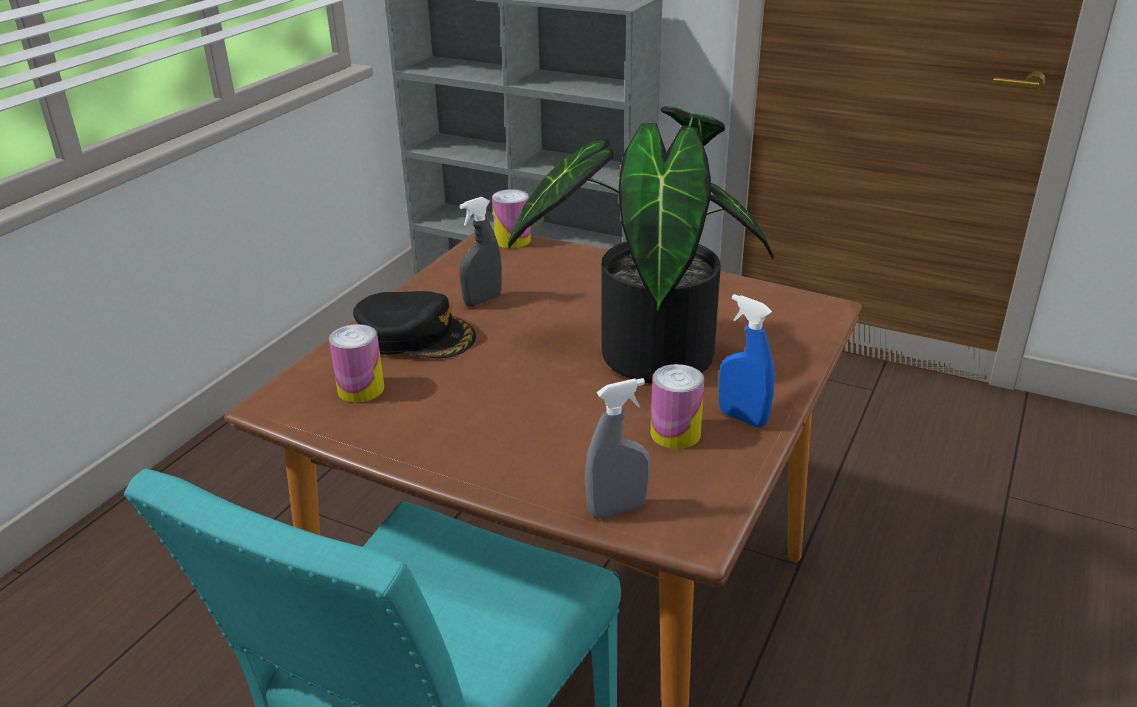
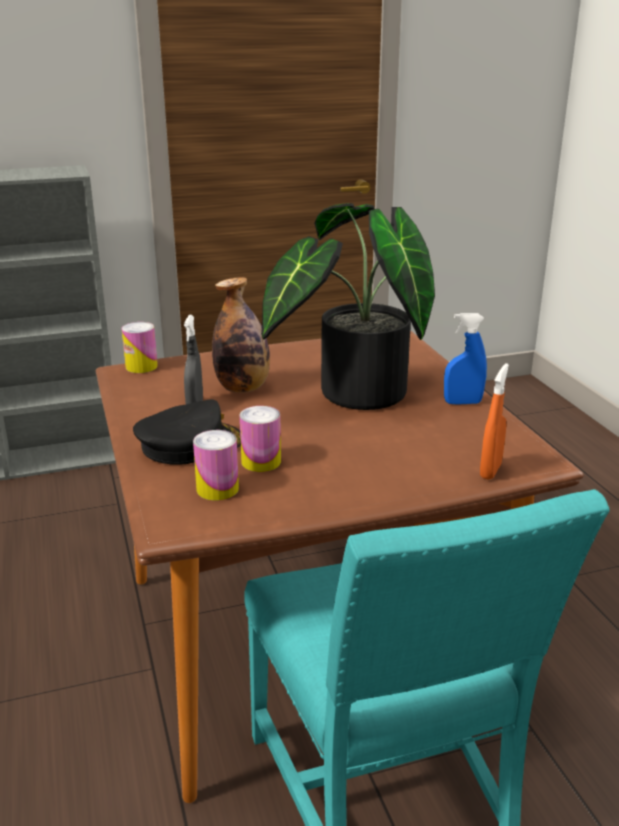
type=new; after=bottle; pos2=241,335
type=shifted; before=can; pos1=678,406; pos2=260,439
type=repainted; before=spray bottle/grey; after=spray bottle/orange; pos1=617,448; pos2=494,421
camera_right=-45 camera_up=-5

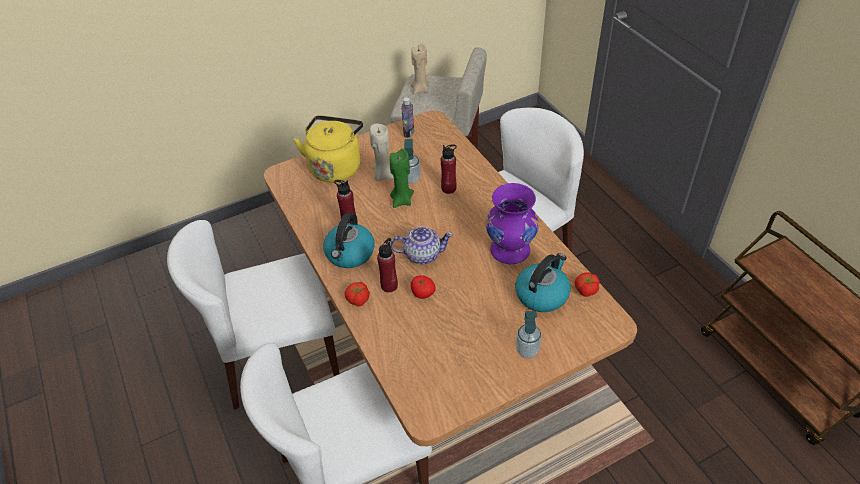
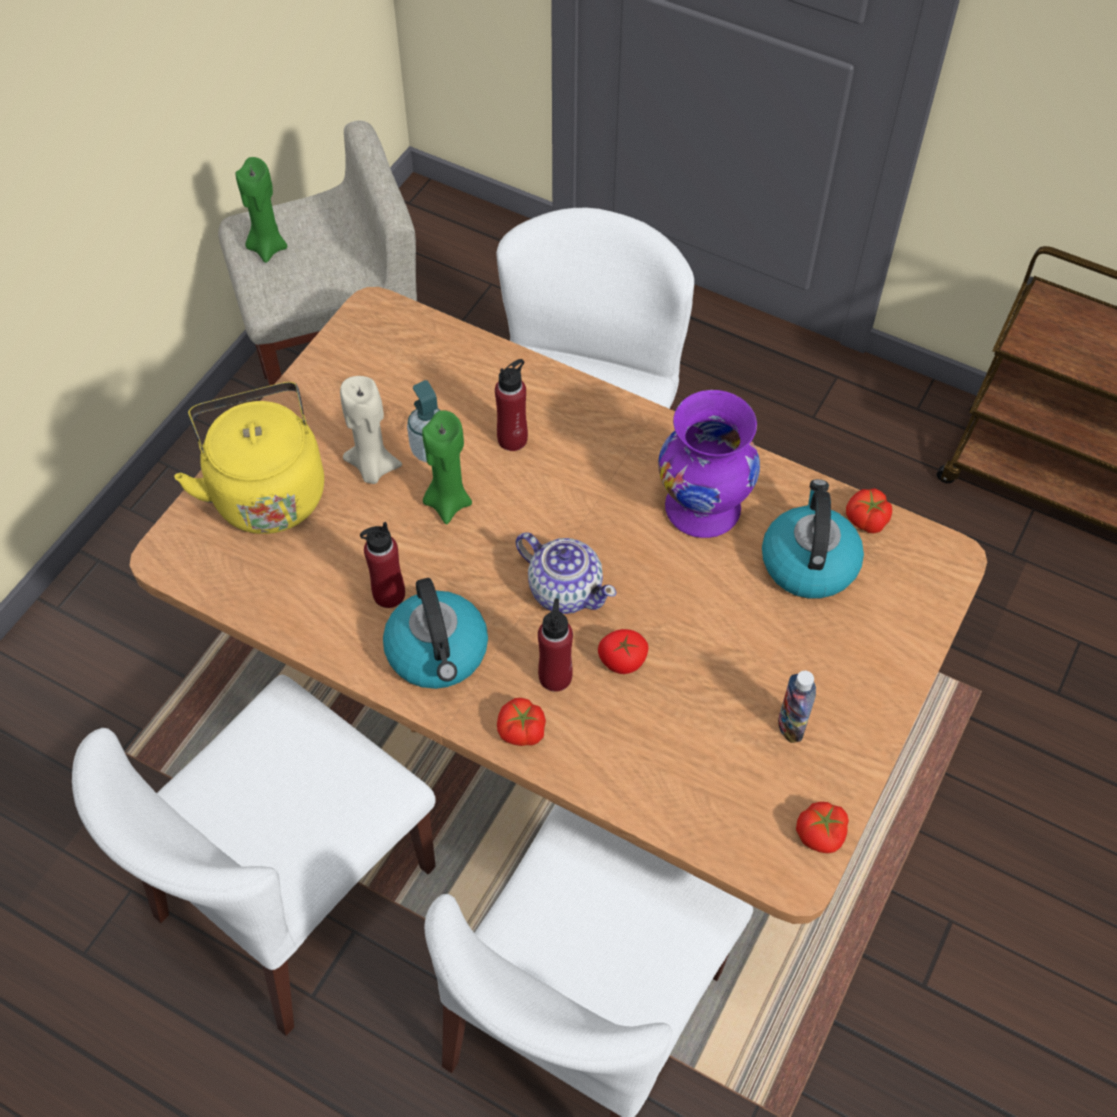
type=repainted; before=candle/beige; after=candle/green; pos1=420,68; pos2=261,210
type=rotated; before=teapot; pos1=421,245; pos2=566,573; turn=75
type=shifted; before=bottle; pos1=407,117; pos2=797,707
type=new; after=tomato; pos2=822,827
type=gone; before=soap dispenser; pos1=529,334
camera_right=-35 camera_up=10

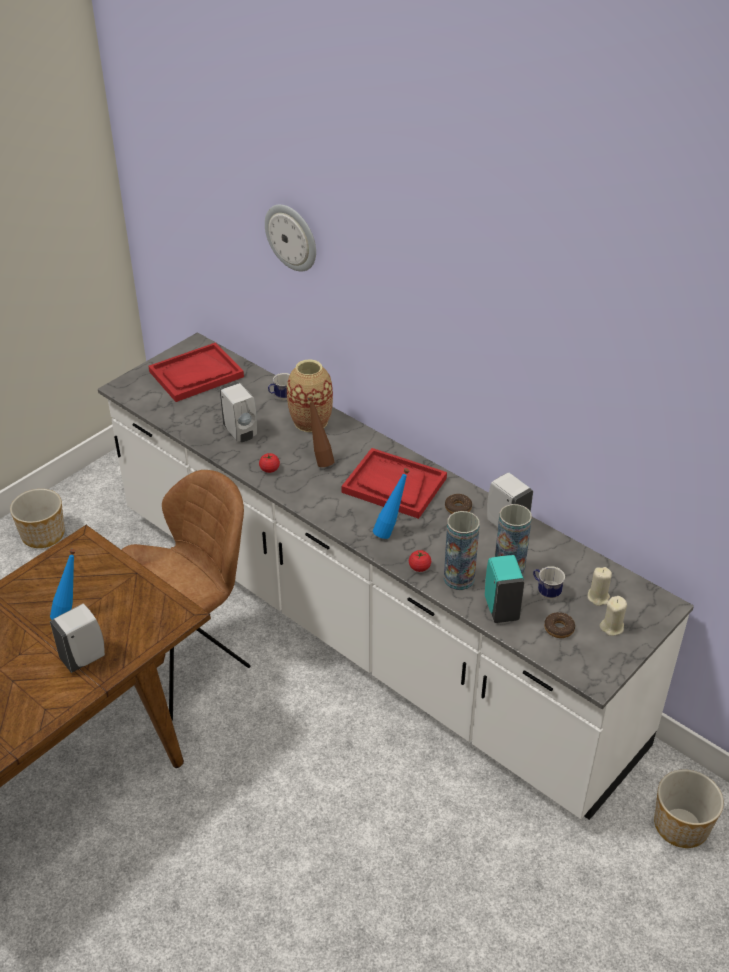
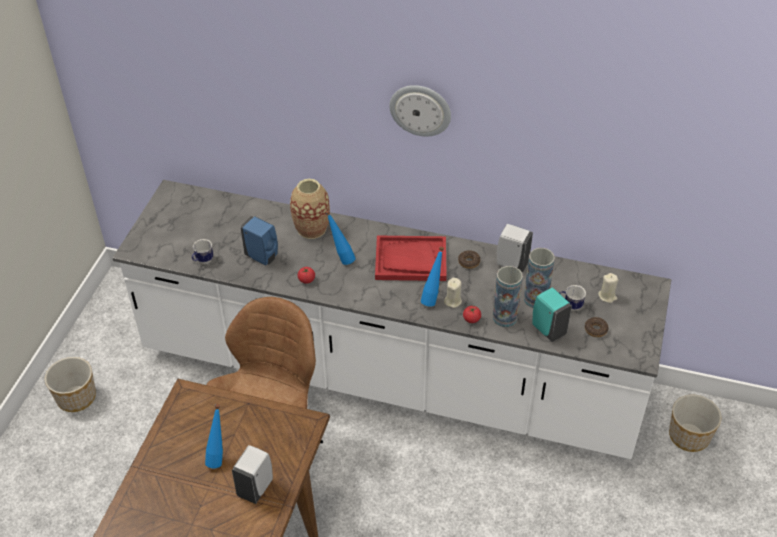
type=shifted; before=mug; pos1=279,386; pos2=202,251
type=repainted; before=soap dispenser/white; after=soap dispenser/blue; pos1=238,412; pos2=259,240
type=repainted; before=bottle/brown; after=bottle/blue; pos1=321,431; pos2=340,237
type=shifted; before=wall clock; pos1=290,238; pos2=420,111
type=shifted; before=candle/beige; pos1=613,616; pos2=453,293
type=gone; before=tray/red; pos1=196,372
camera_right=-25 camera_up=5

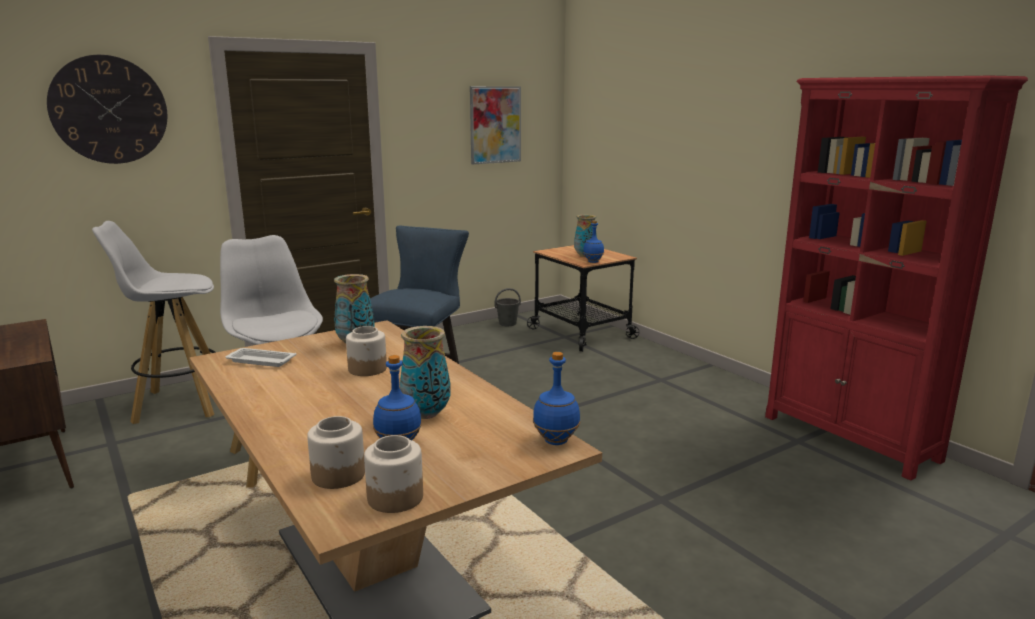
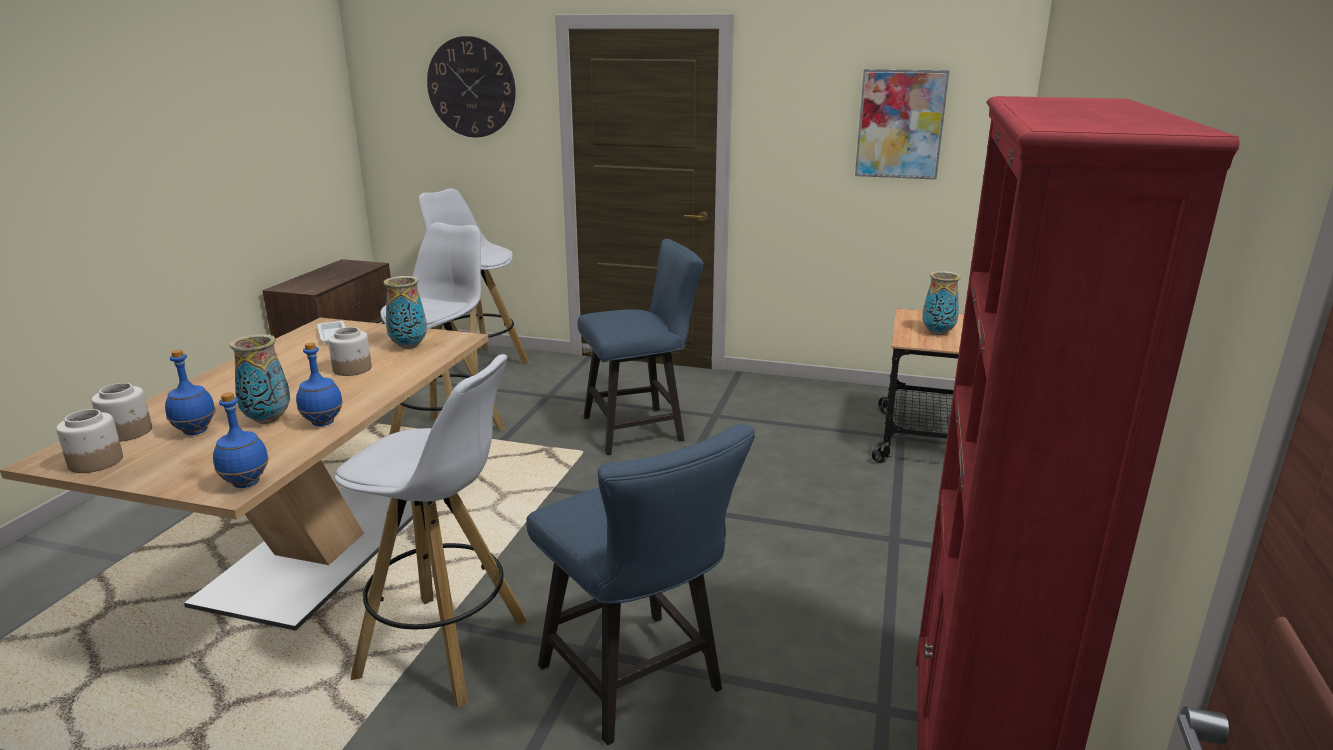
type=shifted; before=bottle/blue; pos1=593,241; pos2=319,384
type=new; after=stool/white; pos2=430,531
type=new; after=chair/blue; pos2=640,584
type=gone; before=bucket/grey; pos1=507,307
camera_right=50 camera_up=5

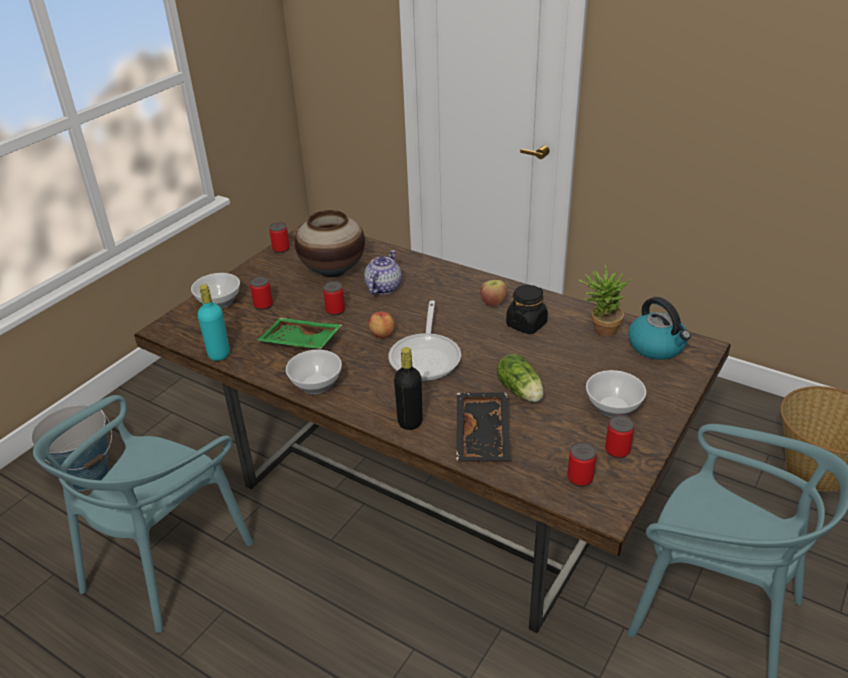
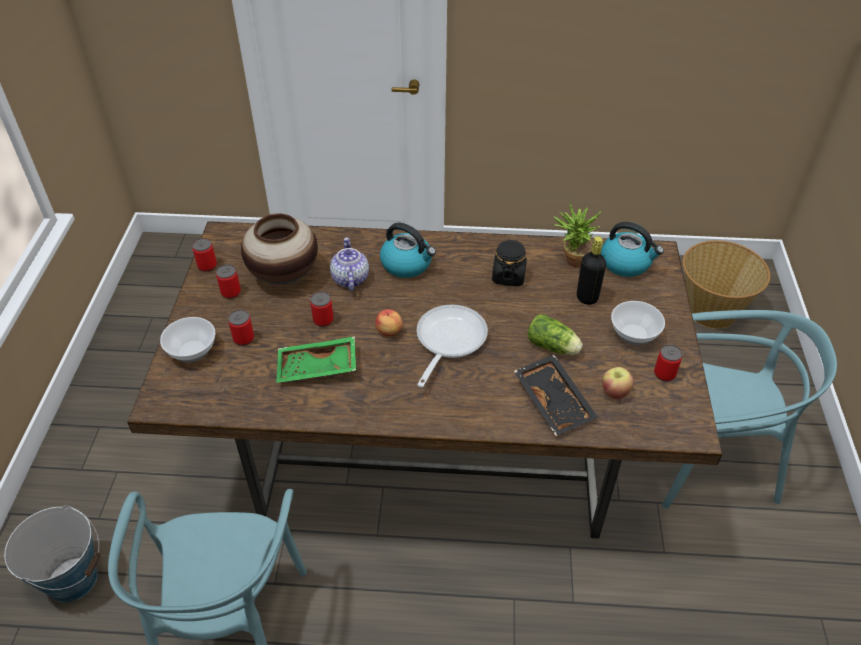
type=shifted; before=can; pos1=581,464; pos2=228,281
type=new; after=kettle; pos2=408,250
type=rotated; before=frying pan; pos1=424,340; pos2=452,346; turn=-135
type=shifted; before=bottle/black; pos1=408,388; pos2=591,270
type=shifted; before=apple; pos1=493,293; pos2=618,383
type=gone; before=bottle/turquoise; pos1=214,322
type=gone; before=bowl; pos1=314,372
camera_right=-30 camera_up=10

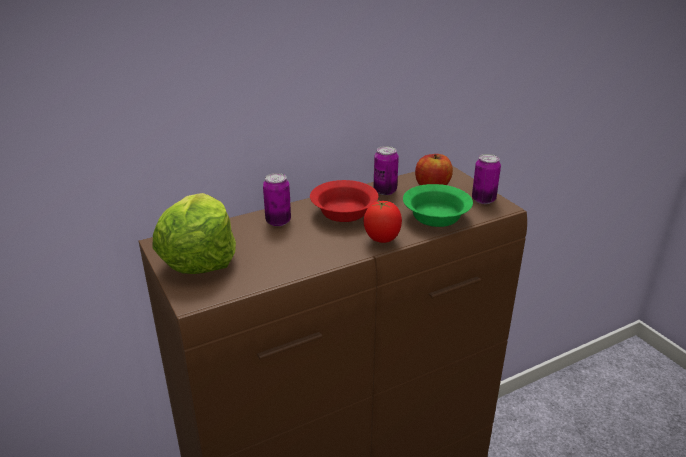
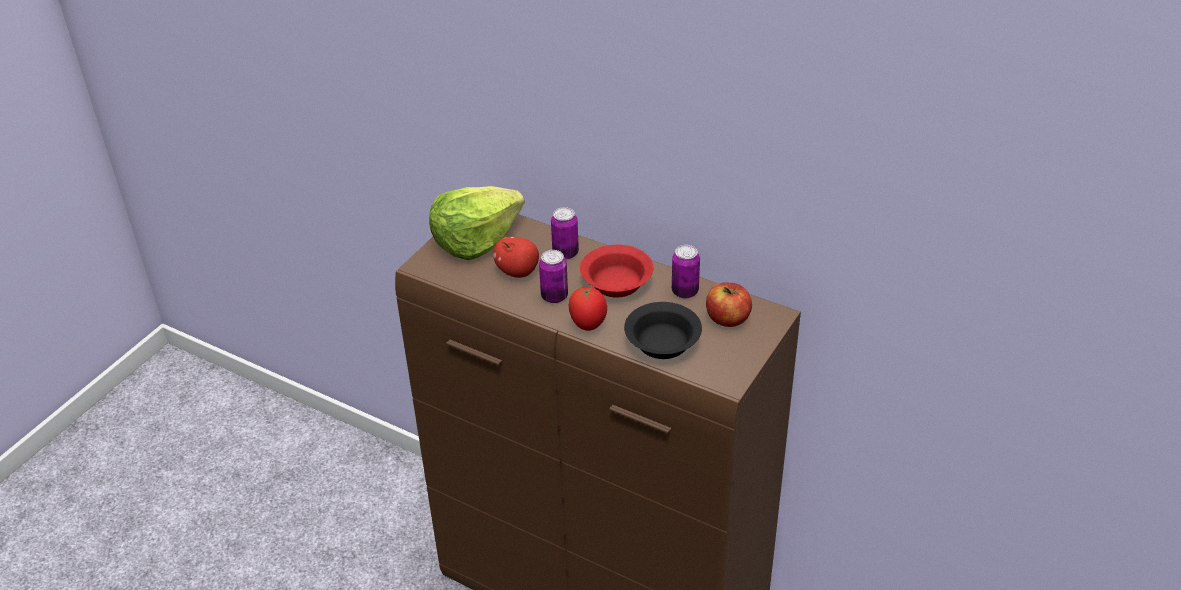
type=new; after=apple; pos2=516,257
type=shifted; before=can; pos1=486,179; pos2=553,276
type=repainted; before=bowl/green; after=bowl/black; pos1=438,205; pos2=663,330
camera_right=60 camera_up=10

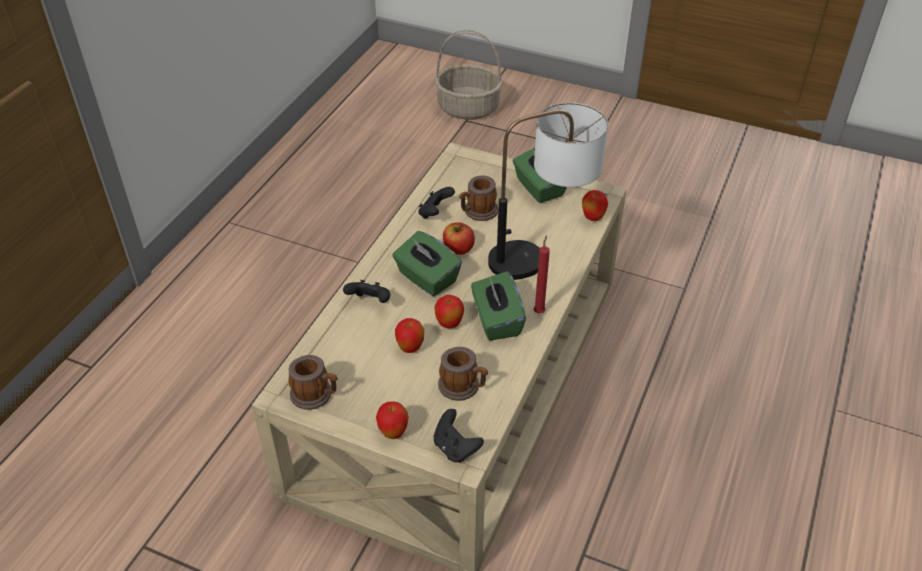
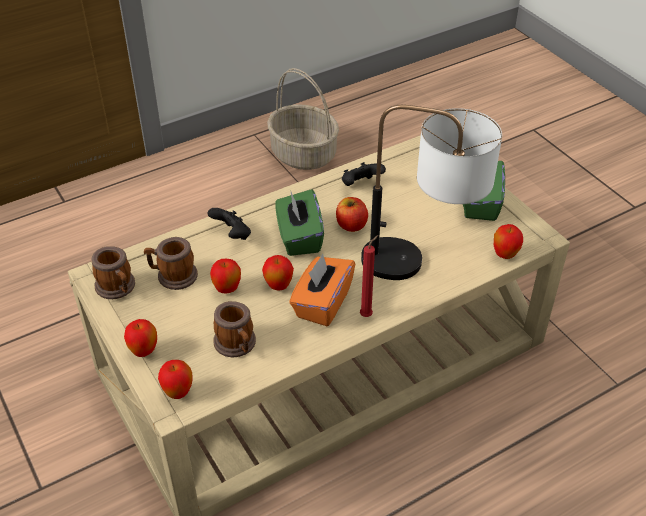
type=shifted; before=mug; pos1=478,198; pos2=171,263
type=swapped; before=game controller/black; after=apple; pos1=459,436; pos2=175,379
type=shifted; before=basket; pos1=469,75; pos2=303,119
type=repainted; before=tissue box/green; after=tissue box/orange; pos1=498,305; pos2=322,290
camera_right=35 camera_up=0

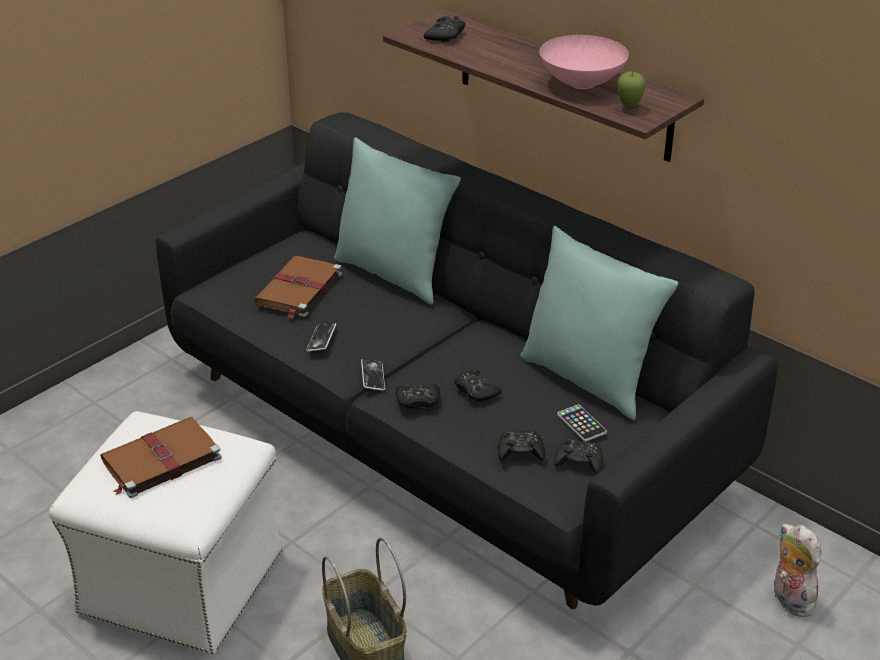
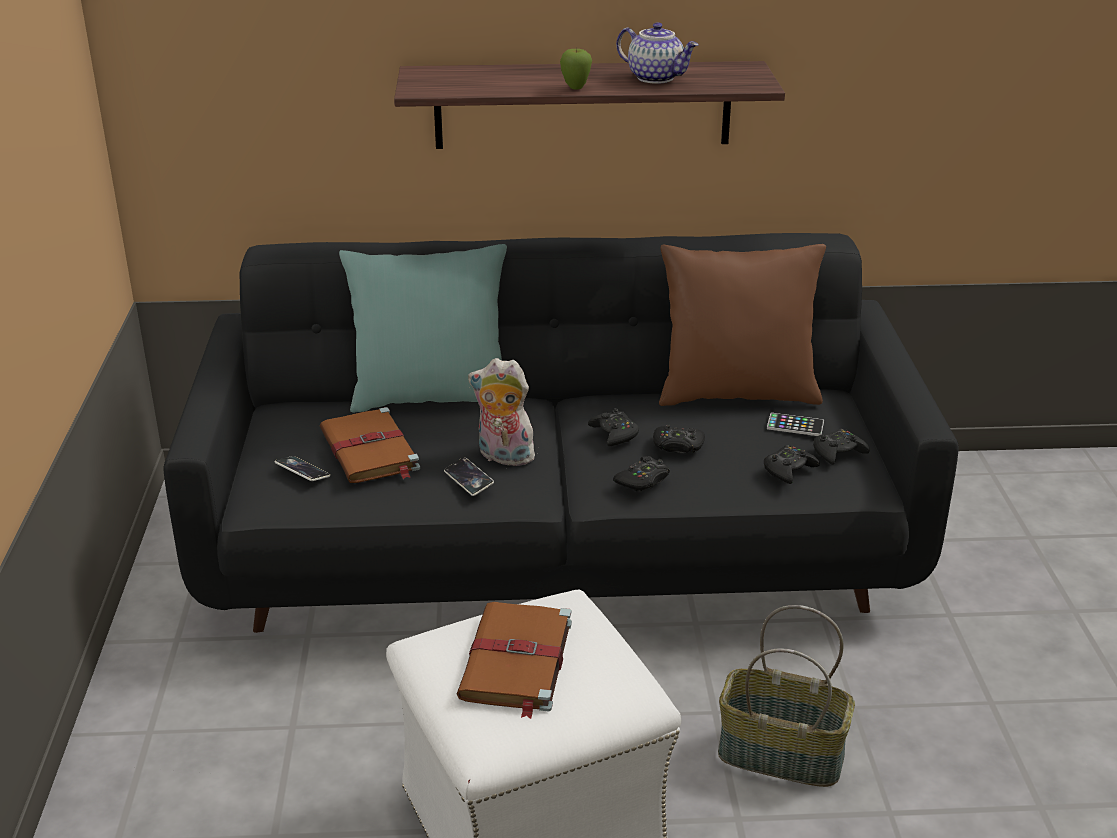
type=shifted; before=phone; pos1=373,375; pos2=302,468
type=shifted; before=plush toy; pos1=797,570; pos2=504,412
type=shifted; before=apple; pos1=631,90; pos2=576,69
type=shifted; before=game controller/black; pos1=444,29; pos2=613,427
type=swapped; before=bowl/pink; after=teapot; pos1=584,62; pos2=657,53
type=repainted; before=pillow/turquoise; after=pillow/brown; pos1=599,323; pos2=742,325
camera_right=-45 camera_up=-5

